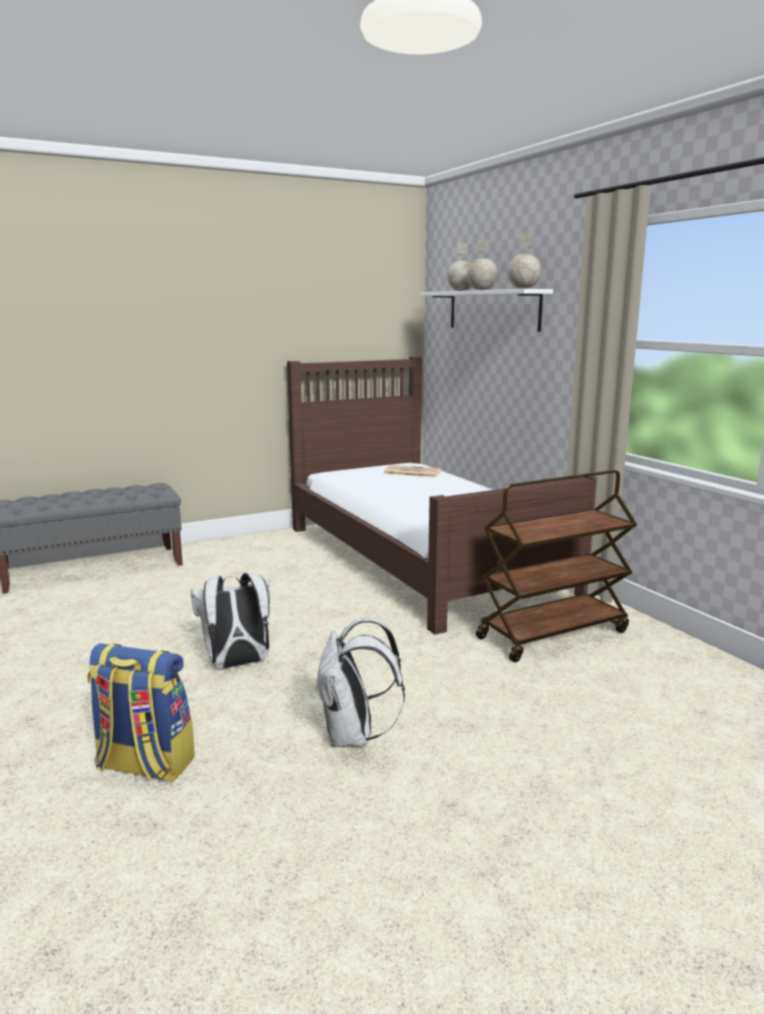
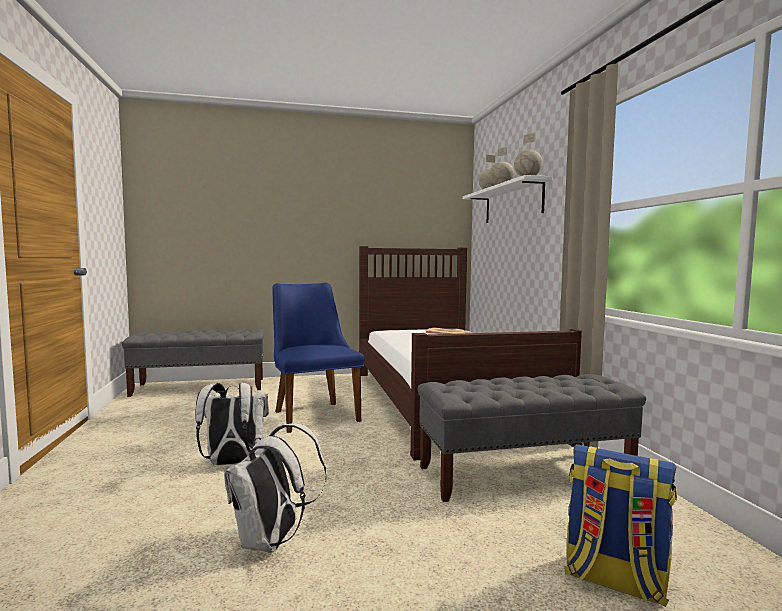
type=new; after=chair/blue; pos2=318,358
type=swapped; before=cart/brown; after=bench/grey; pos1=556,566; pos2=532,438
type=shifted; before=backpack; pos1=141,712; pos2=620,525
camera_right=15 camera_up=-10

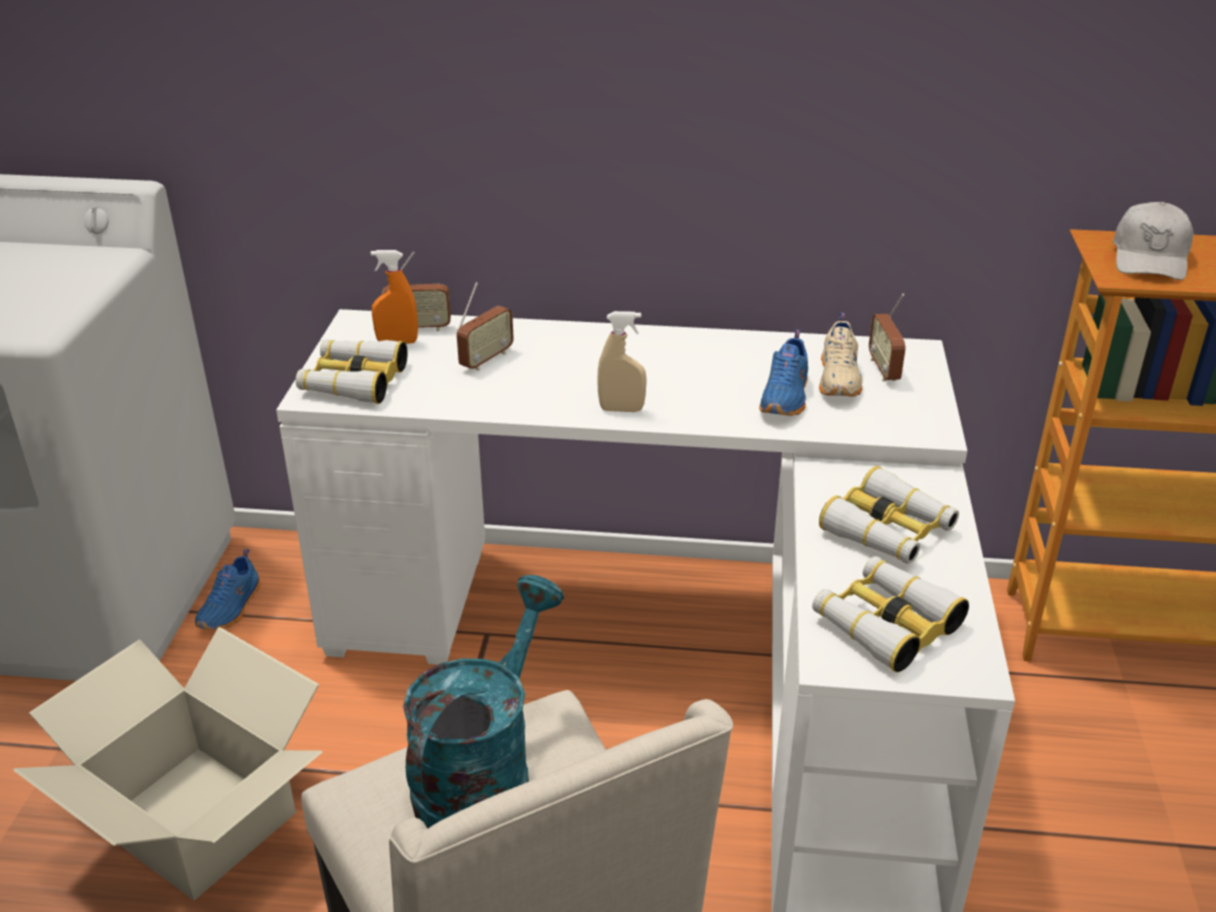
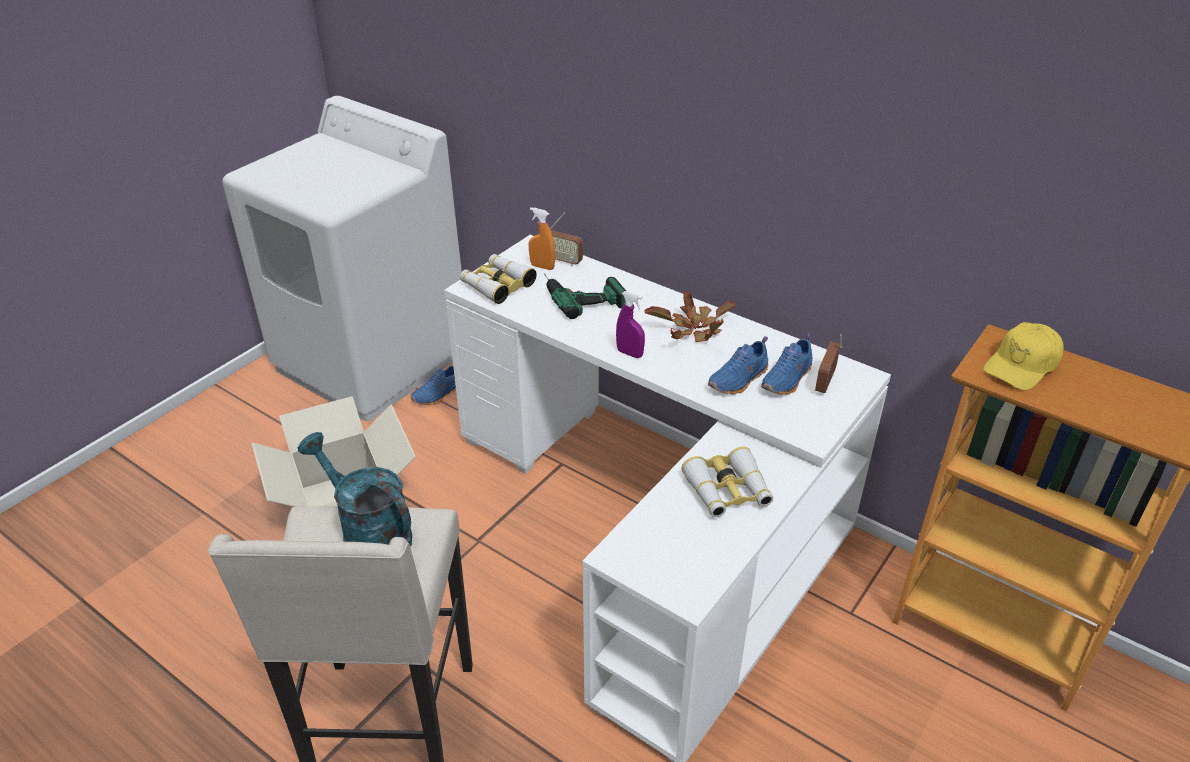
type=rotated; before=watering can/turquoise; pos1=483,702; pos2=355,489; turn=-105
type=swapped; before=radio; after=power drill; pos1=485,326; pos2=585,296
type=repainted; before=spray bottle/beige; after=spray bottle/purple; pos1=622,361; pos2=630,324
type=new; after=potted plant; pos2=691,316
type=repainted; before=shoe/beige; after=shoe/blue; pos1=841,354; pos2=787,364
type=repainted; before=cap/white; after=cap/yellow; pos1=1153,241; pos2=1023,356
type=gone; before=binoculars; pos1=890,614
camera_right=30 camera_up=5

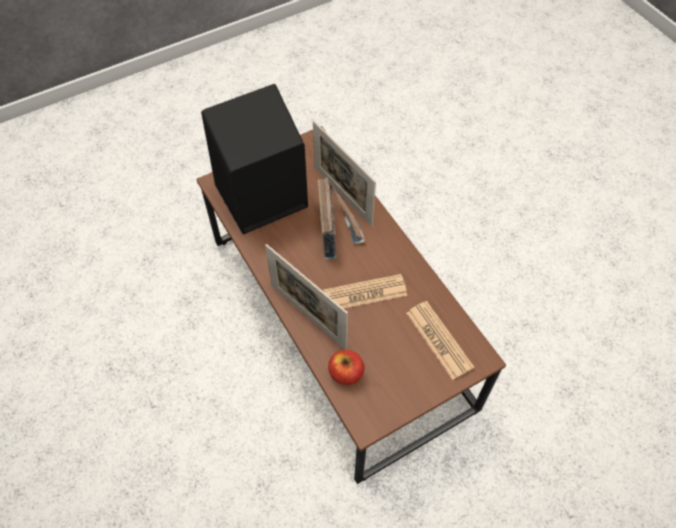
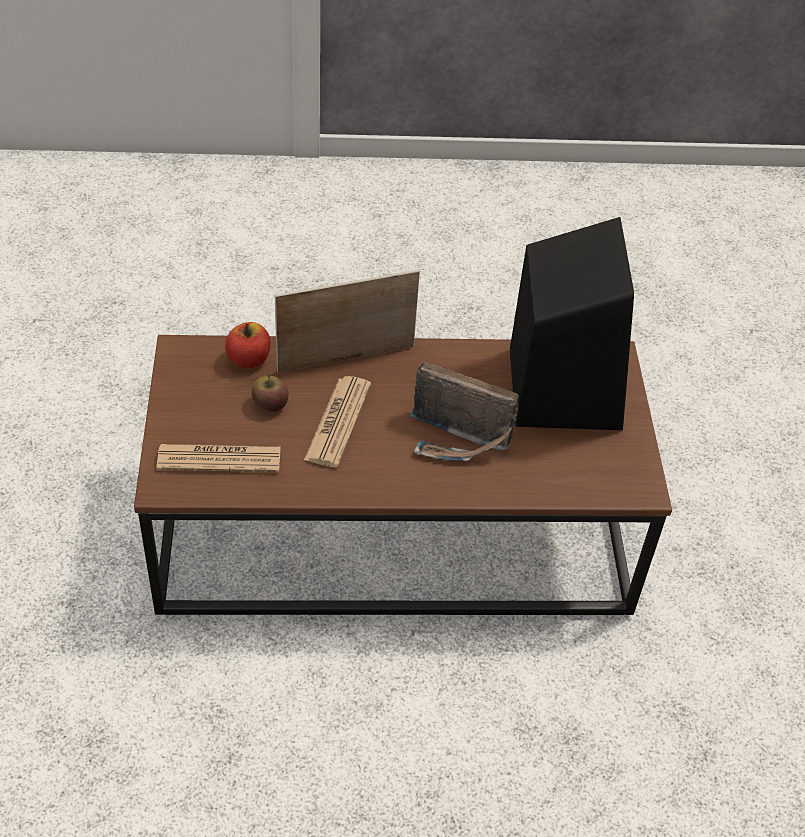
type=new; after=apple; pos2=270,393
type=gone; before=picture frame; pos1=344,173
camera_right=115 camera_up=-10

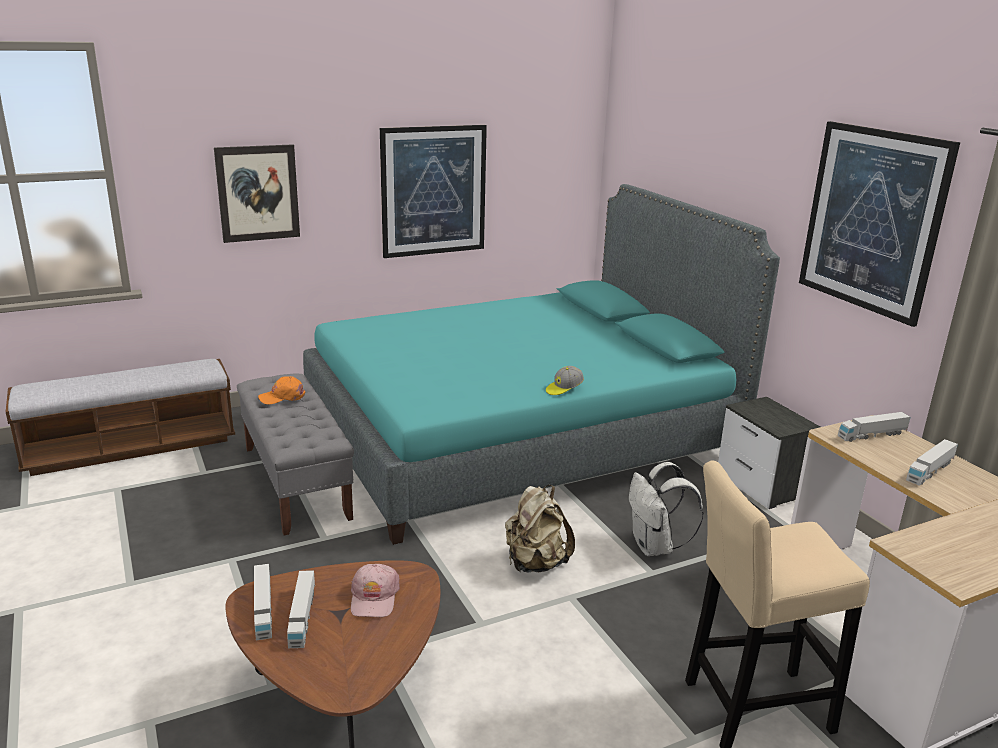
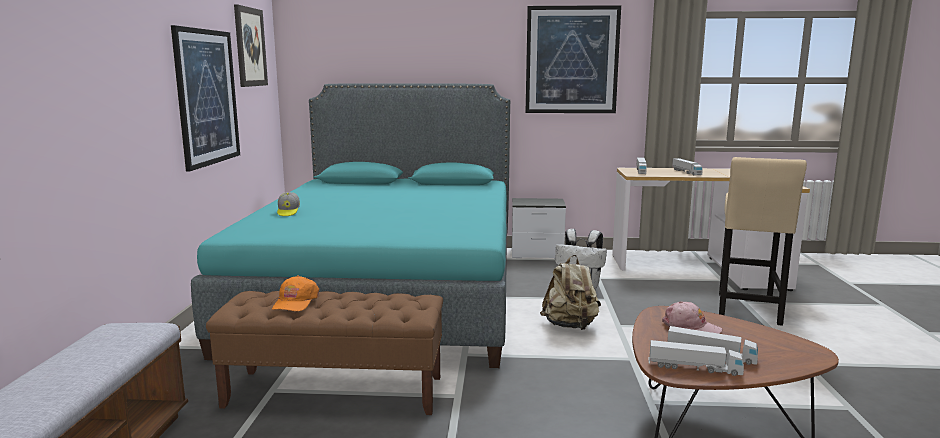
type=repainted; before=bench/grey; after=bench/brown; pos1=295,454; pos2=324,353
type=shifted; before=picture; pos1=257,193; pos2=251,45
type=shifted; before=cap; pos1=565,380; pos2=288,204
camera_right=-60 camera_up=-10

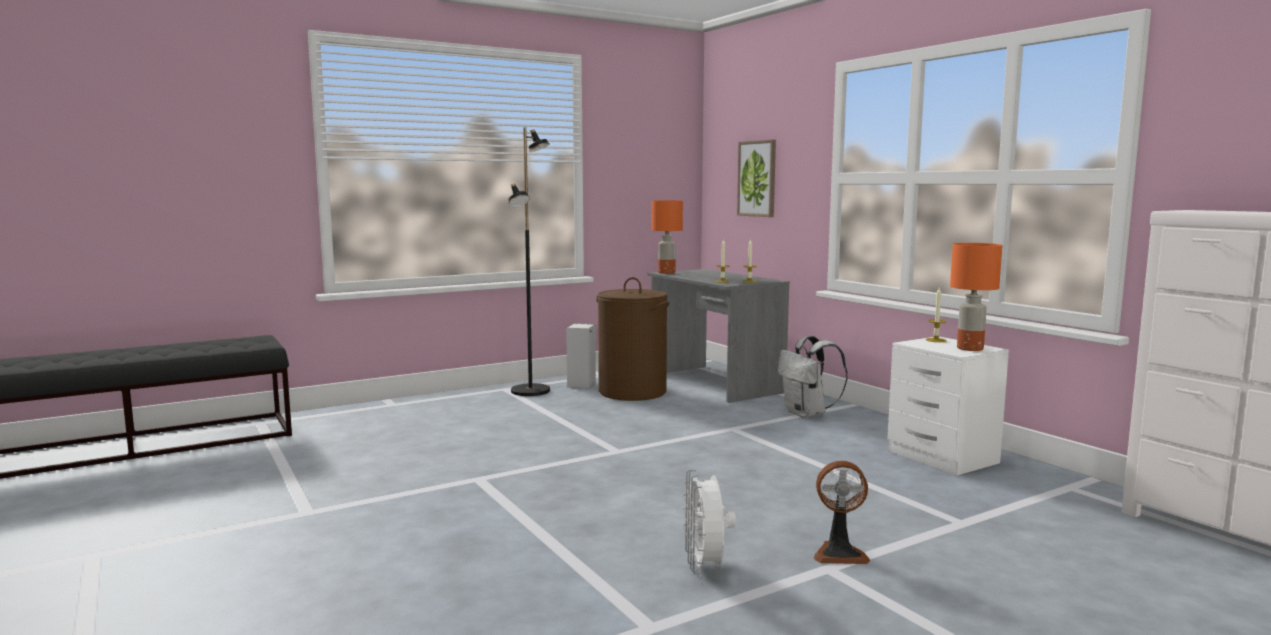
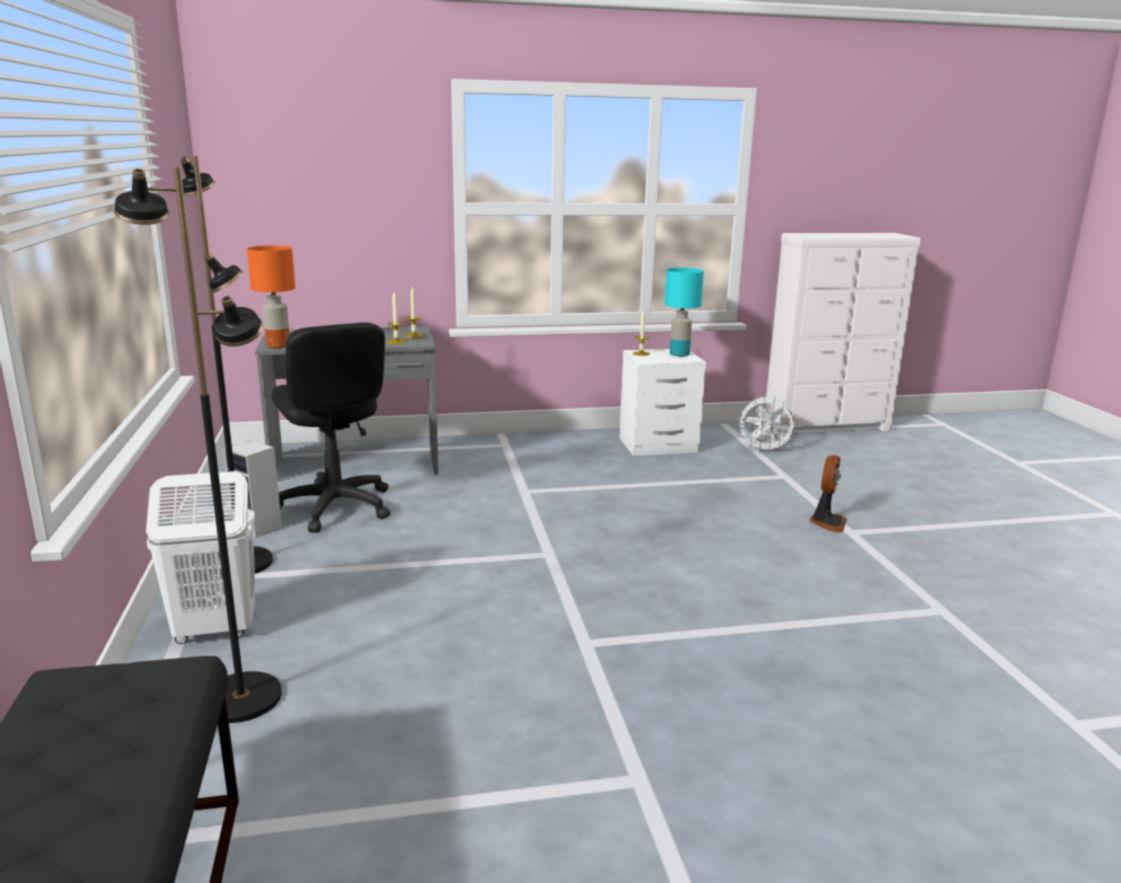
type=new; after=floor lamp/black; pos2=198,445
type=new; after=laundry basket/white; pos2=200,557
type=swapped; before=laundry basket/brown; after=office chair/black; pos1=632,339; pos2=331,427
type=repainted; before=table lamp/orange; after=table lamp/turquoise; pos1=976,297; pos2=684,312
type=shifted; before=fan/white; pos1=709,522; pos2=767,425
type=gone; before=picture; pos1=756,178
type=gone; before=backpack/white; pos1=813,377
camera_right=-70 camera_up=10

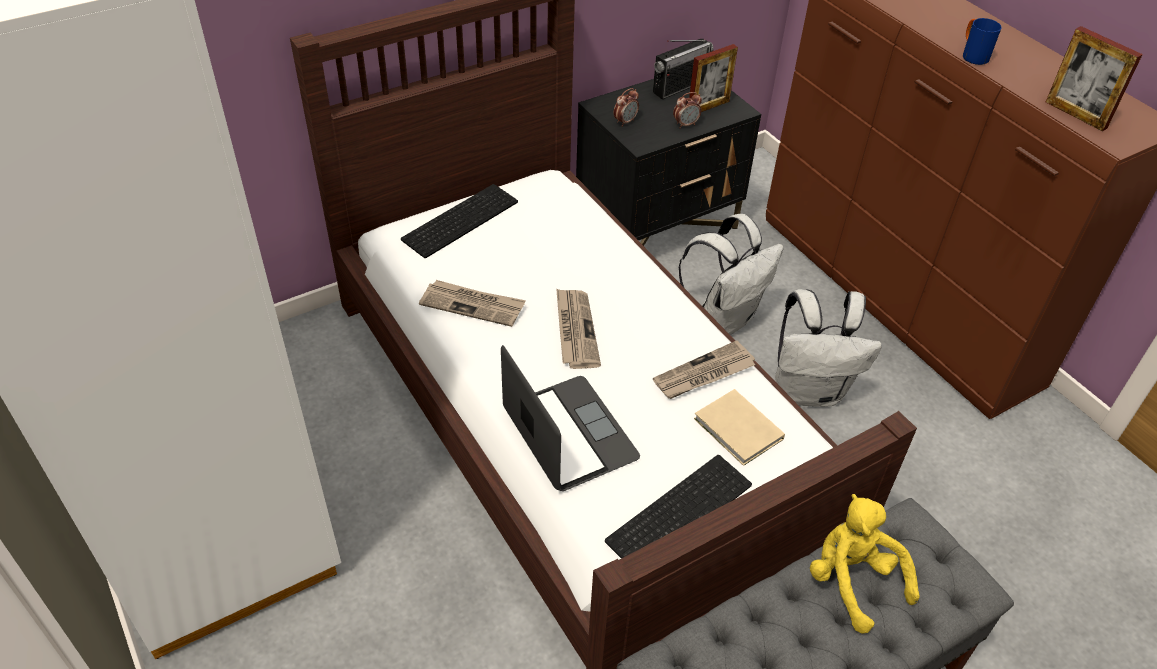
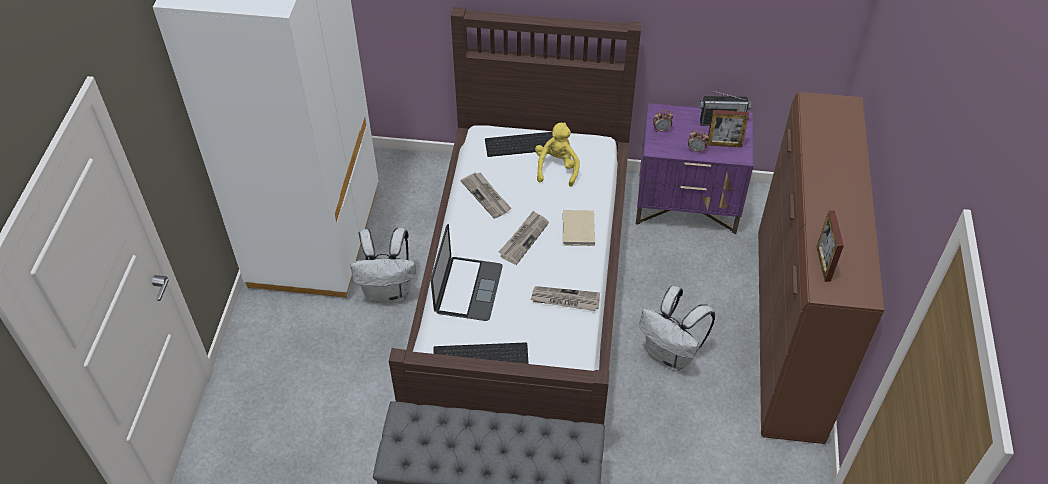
type=shifted; before=backpack/white; pos1=731,274; pos2=383,265
type=shifted; before=plush toy/yellow; pos1=865,564; pos2=557,154
type=shifted; before=book/beige; pos1=739,427; pos2=579,228
type=repainted; before=nightstand/black; after=nightstand/purple; pos1=668,162; pos2=694,168
type=gone; before=mug/blue; pos1=982,41
camera_right=40 camera_up=5

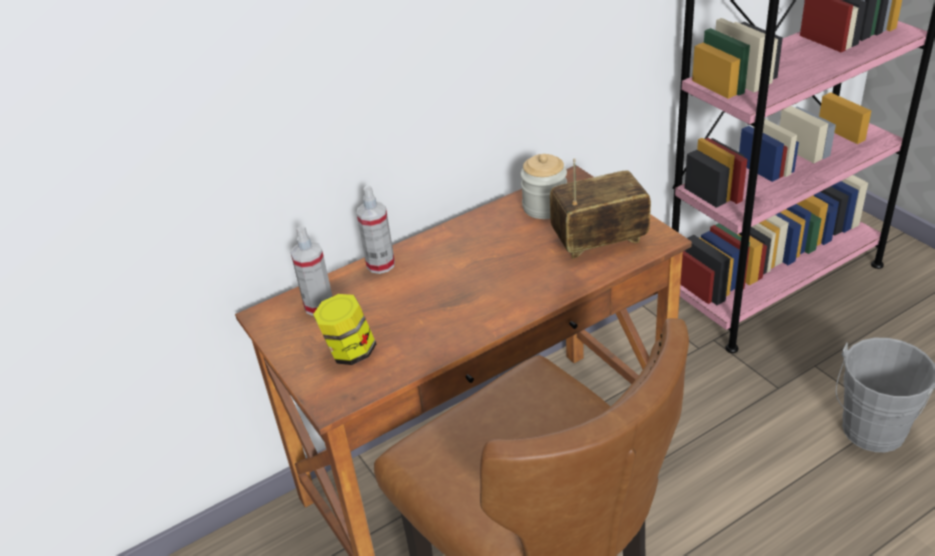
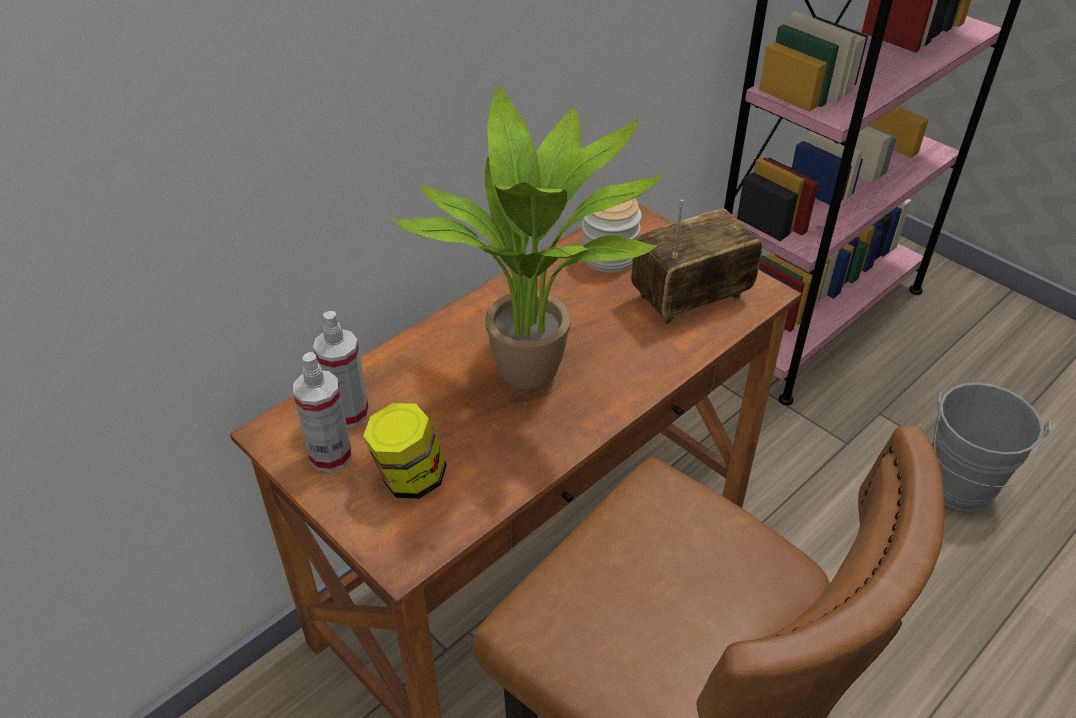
type=shifted; before=spray bottle; pos1=376,229; pos2=322,412
type=new; after=potted plant; pos2=528,239
camera_right=-15 camera_up=5

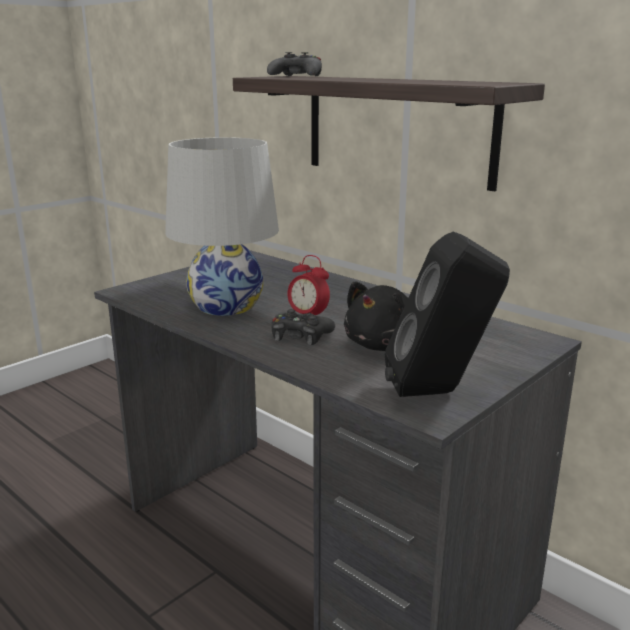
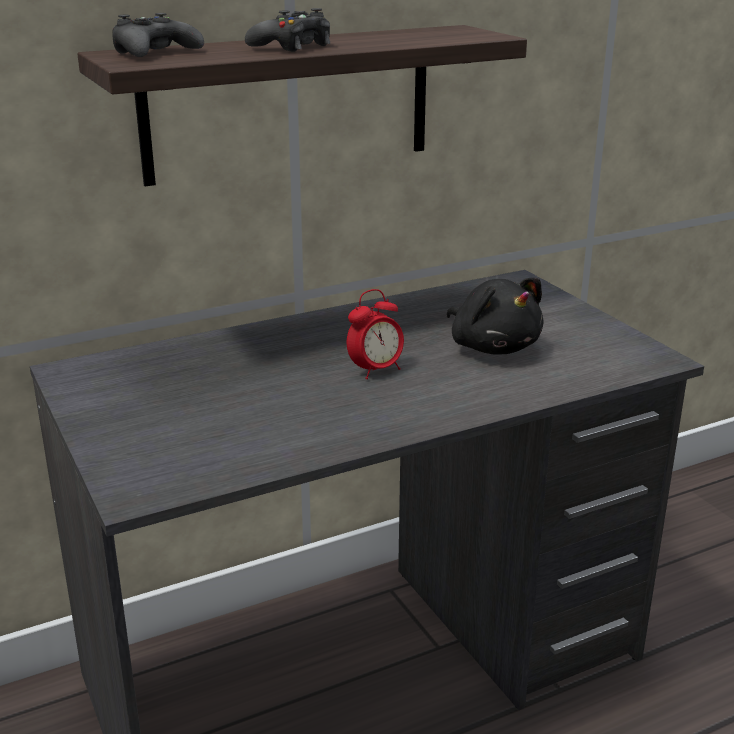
type=shifted; before=game controller/black; pos1=303,327; pos2=287,30
type=gone; before=table lamp/white; pos1=222,226
type=gone; before=speaker/black; pos1=447,314
camera_right=-70 camera_up=5

